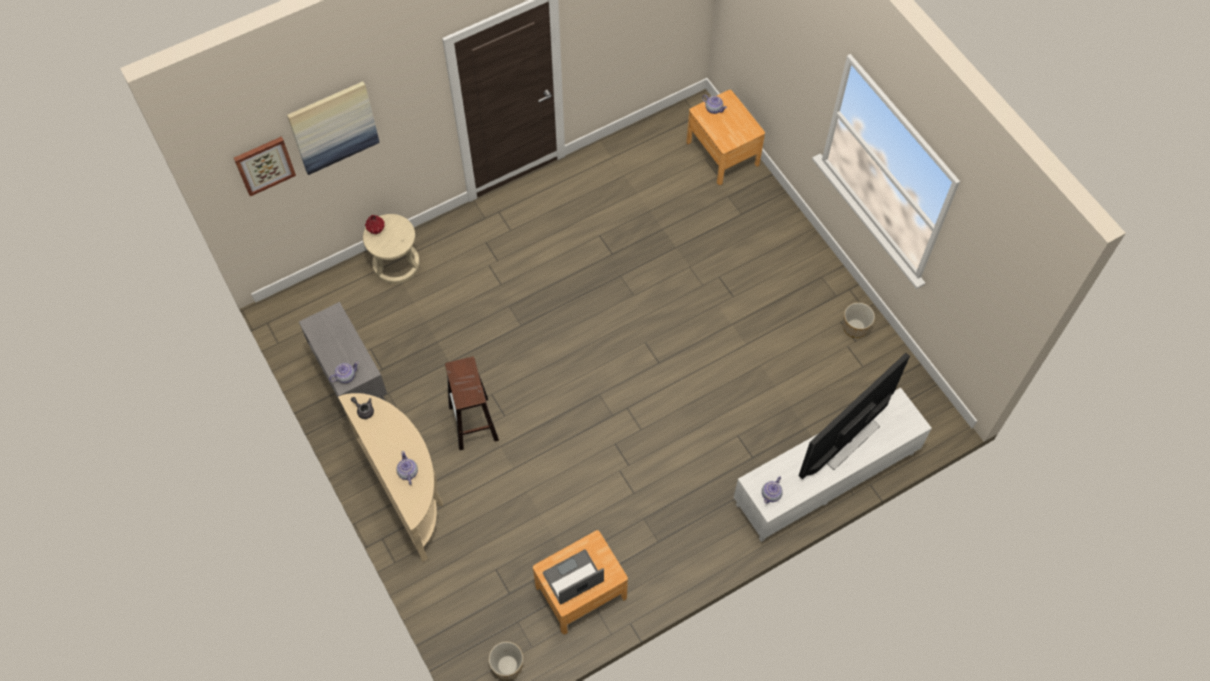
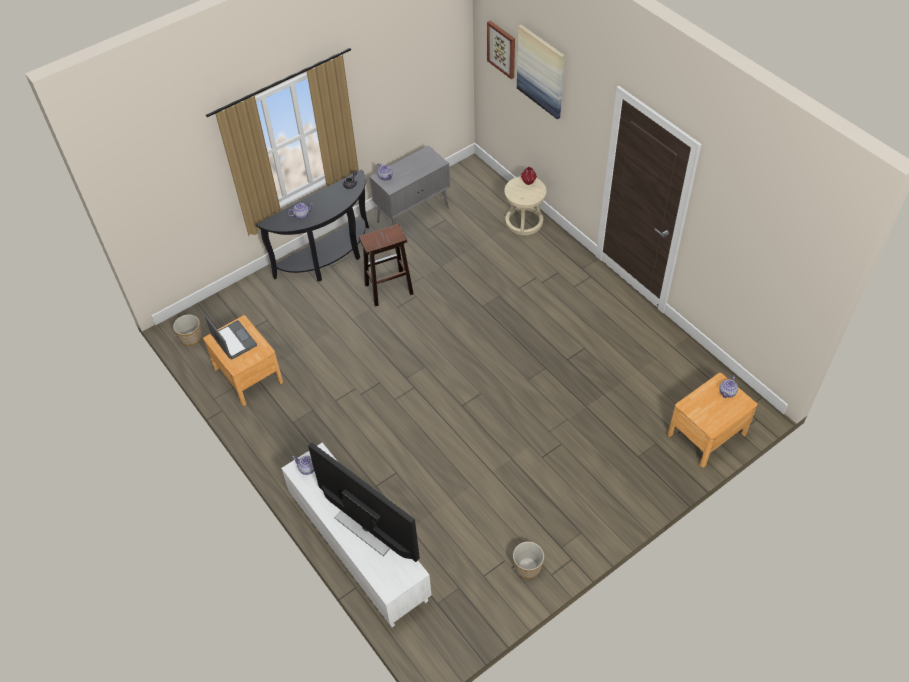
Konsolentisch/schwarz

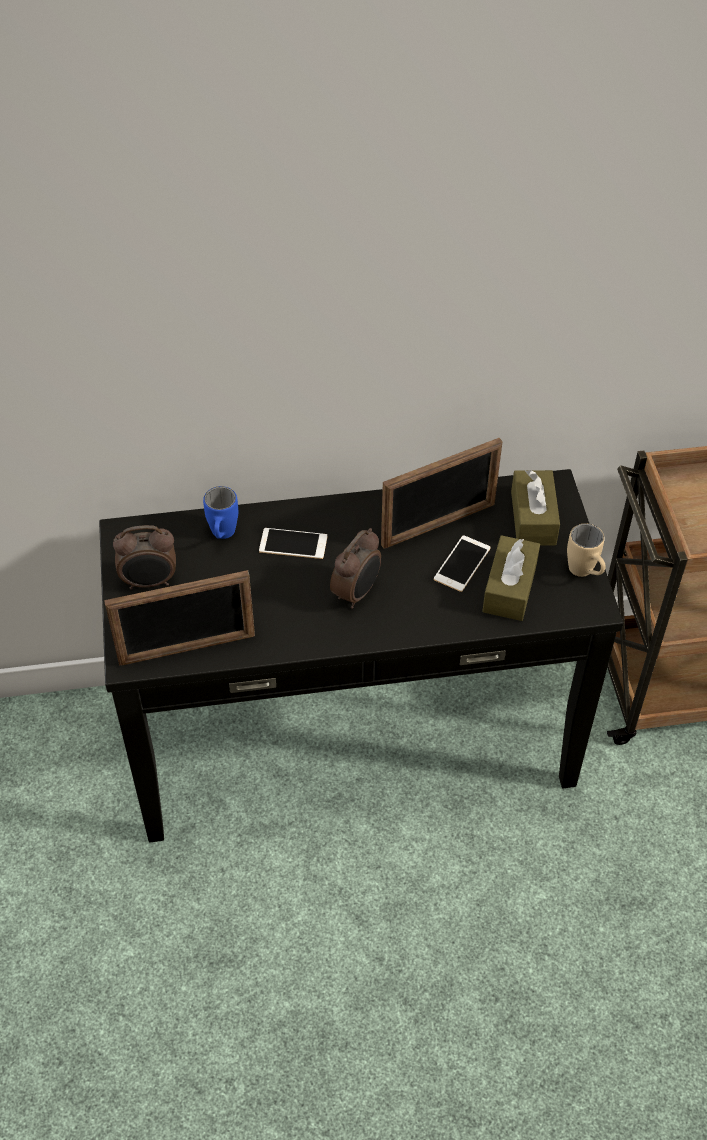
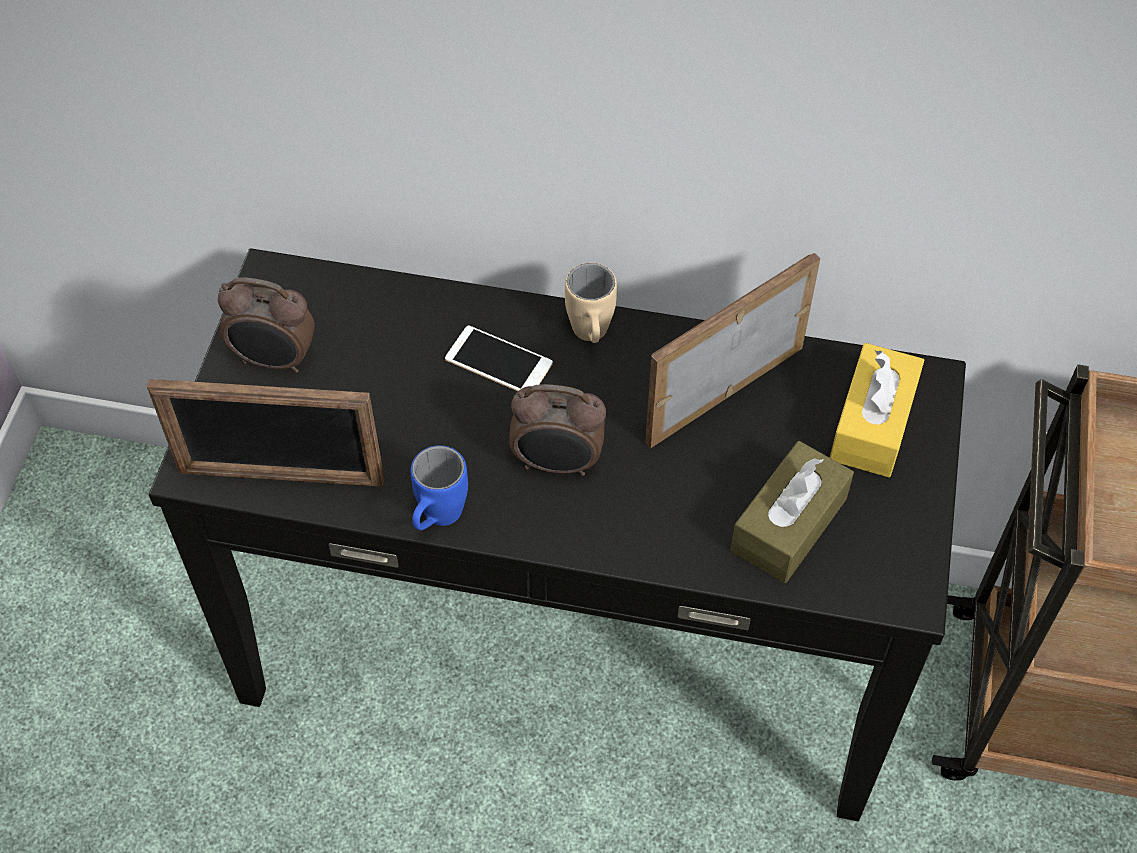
Henkelbecher/blau
Wecker (2nd from left)
Bilderrahmen (2nd from left)
Handy (2nd from left in the first image)
Taschentuchbox/gelb
Henkelbecher/beige

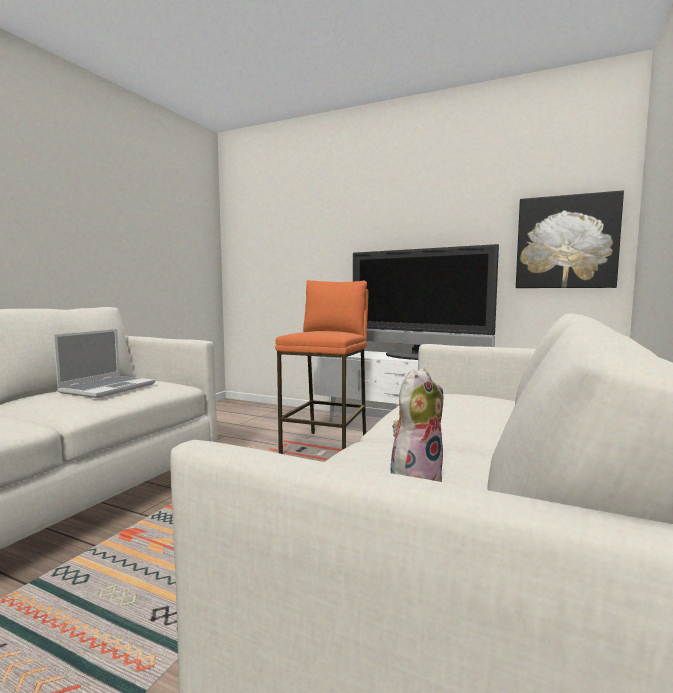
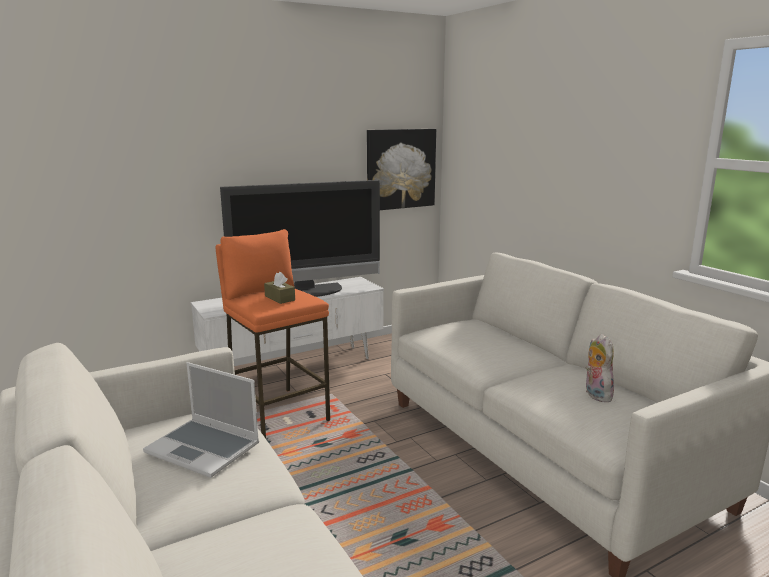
Laptop
Taschentuchbox/braun

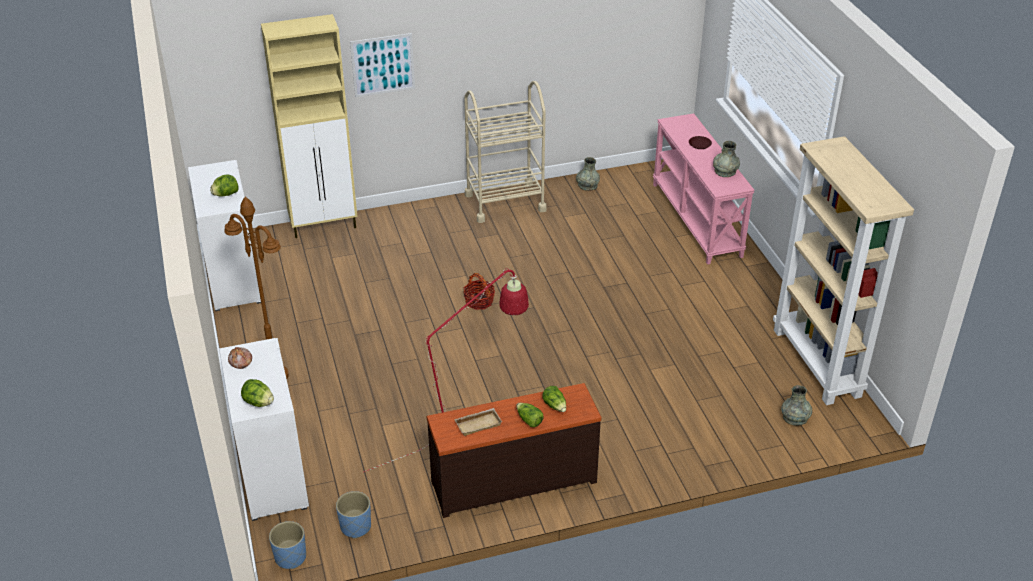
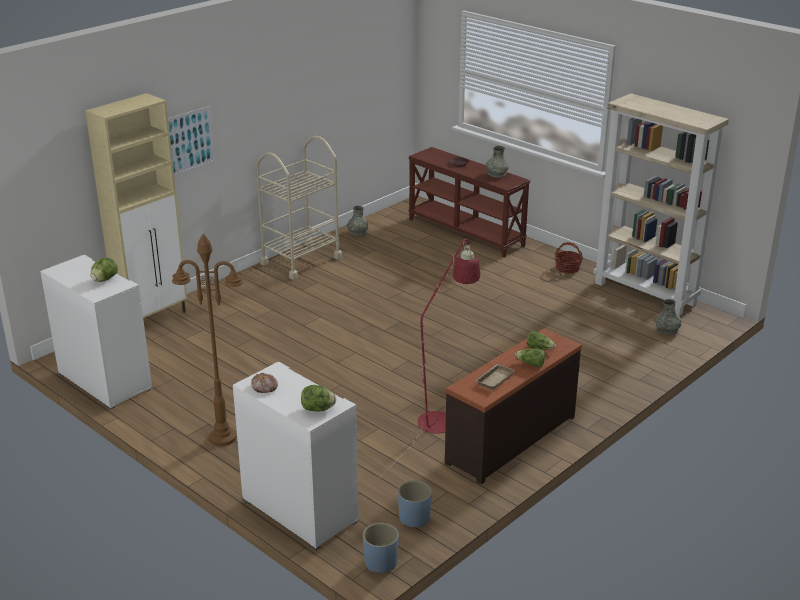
Korb
Konsolentisch/braun

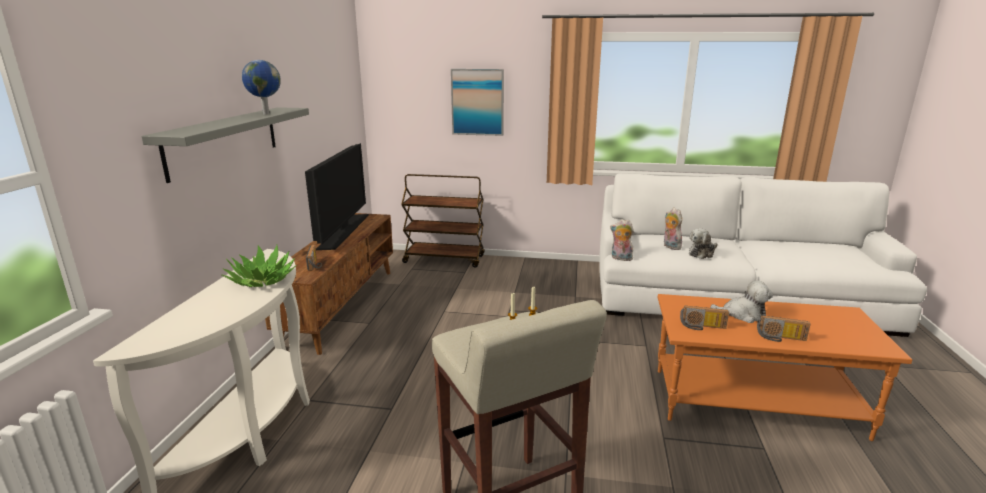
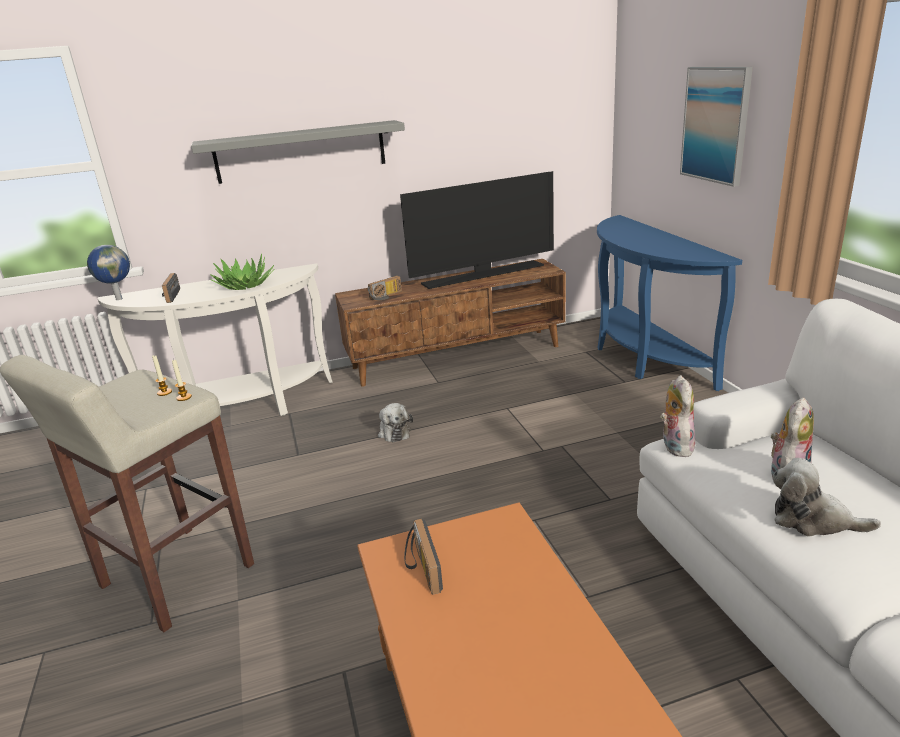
Globus
Konsolentisch/blau
Plüschtier (1st from left)
Radio (1st from left)

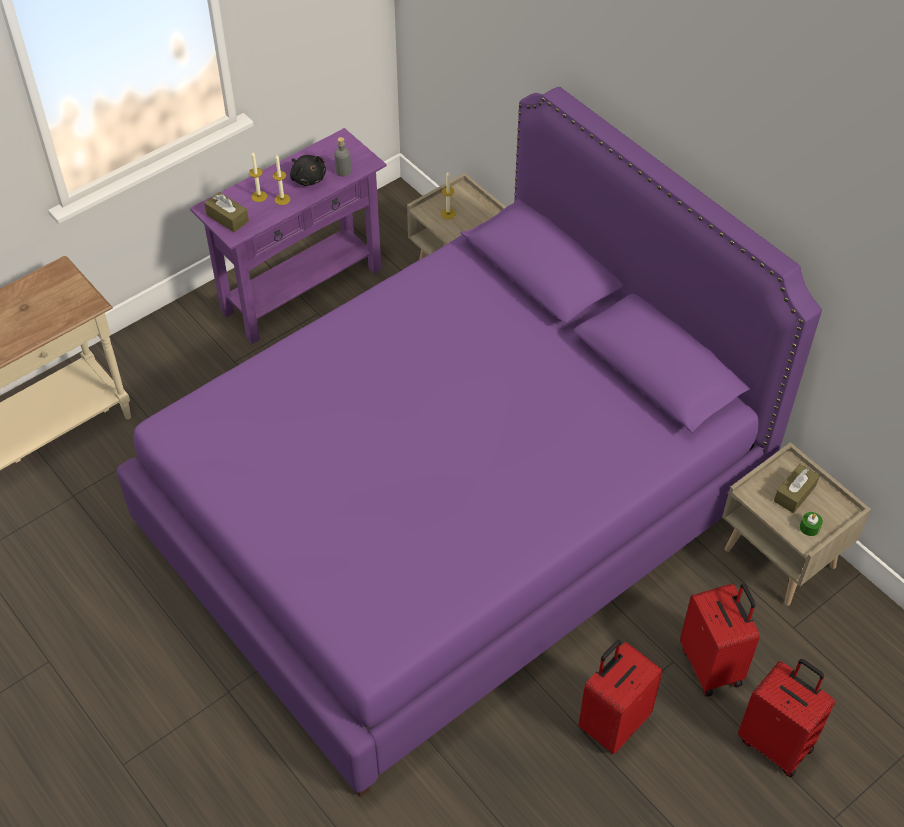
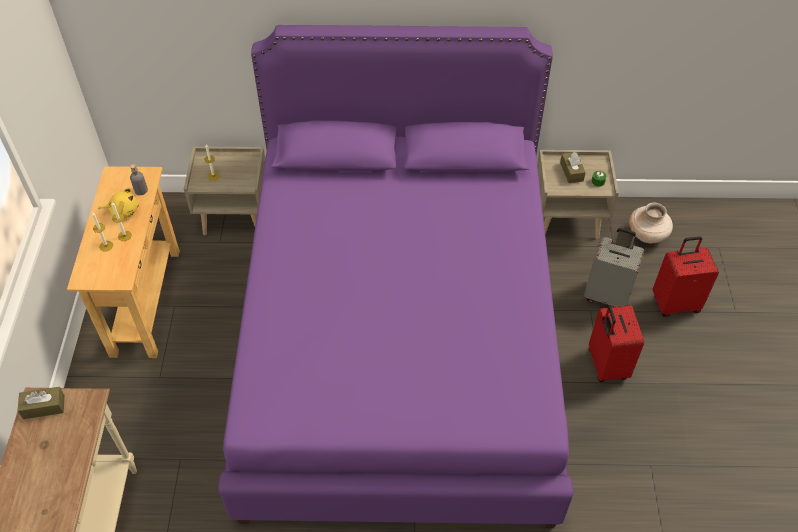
Konsolentisch/beige (2nd from left)
Taschentuchbox/braun (1st from left)
Plüschtier/gelb
Koffer/grau
Vase/beige

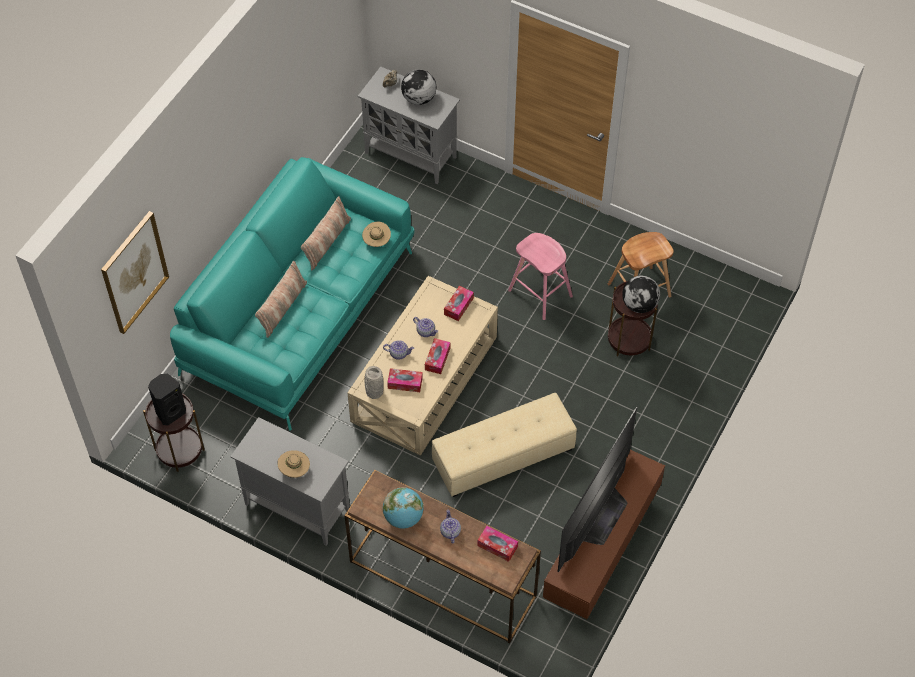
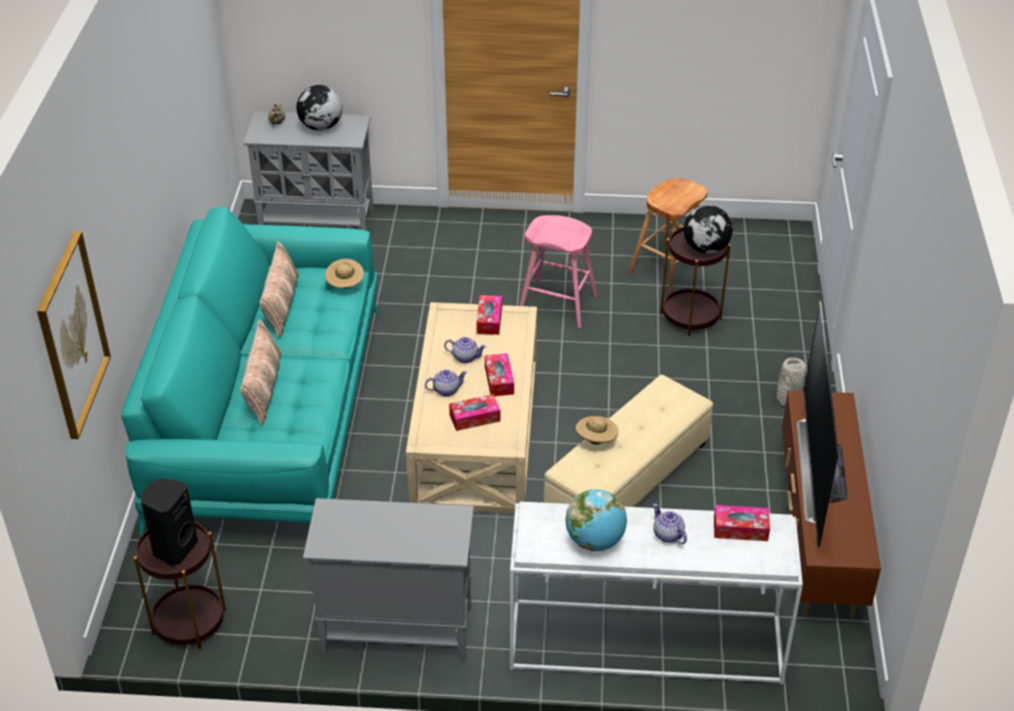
Hut/beige (2nd from left)
Konsolentisch/weiß
Vase/grau

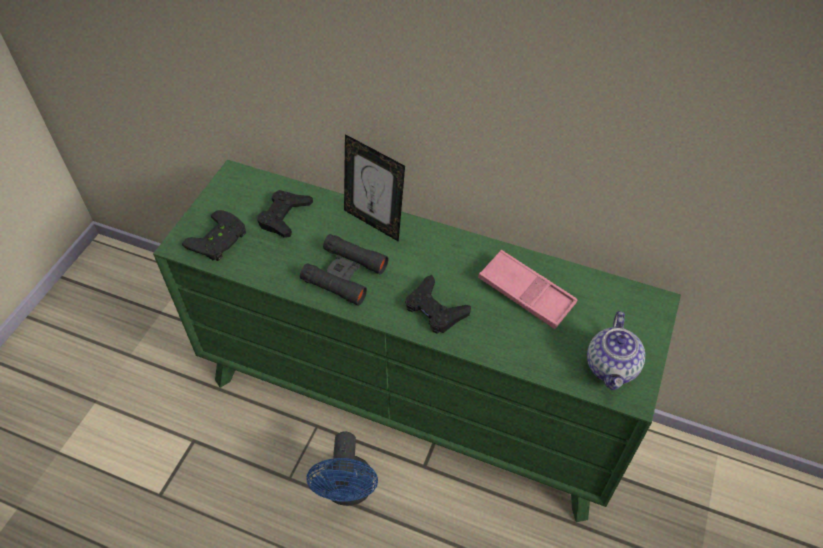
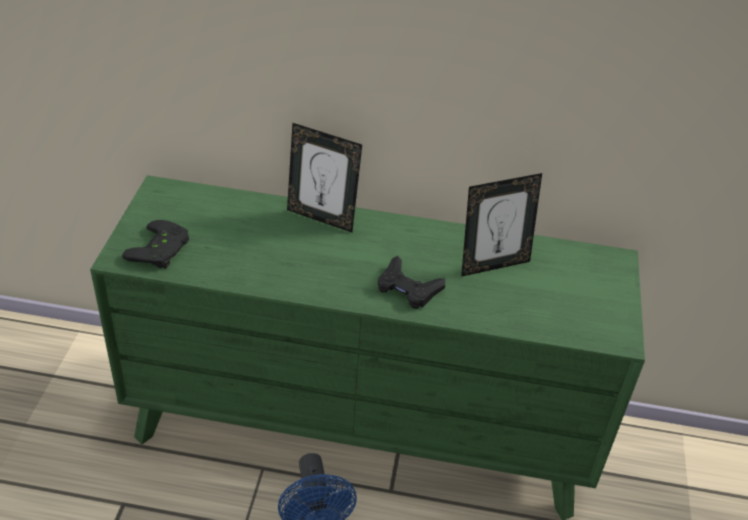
Gamepad/schwarz (2nd from left in the first image)
Fernglas/schwarz
Bilderrahmen (2nd from left)
Teekanne

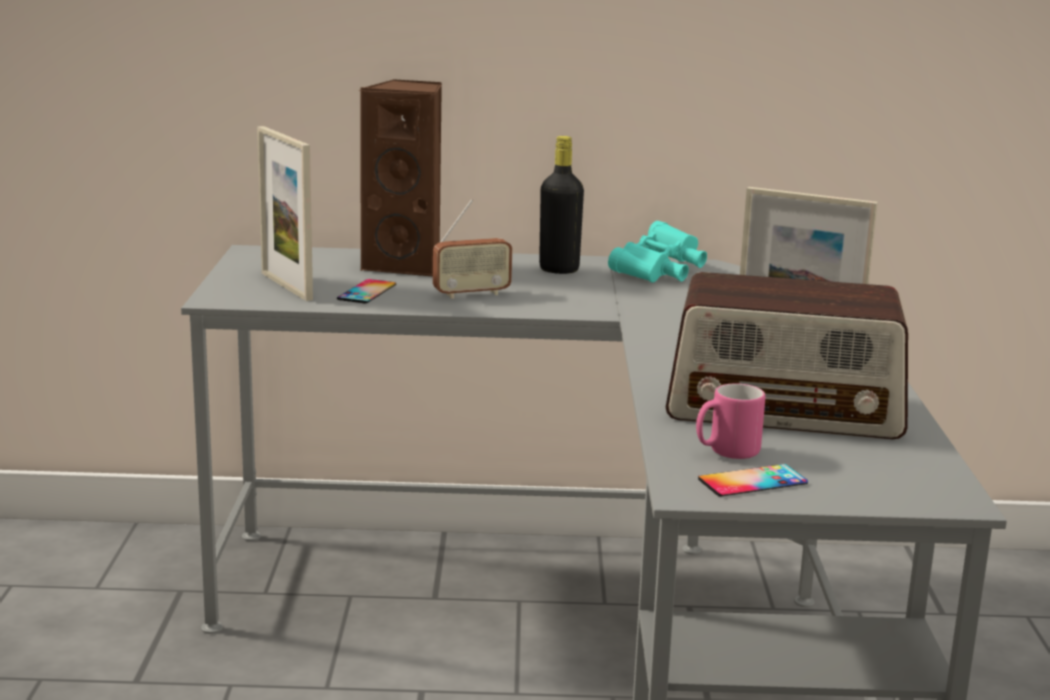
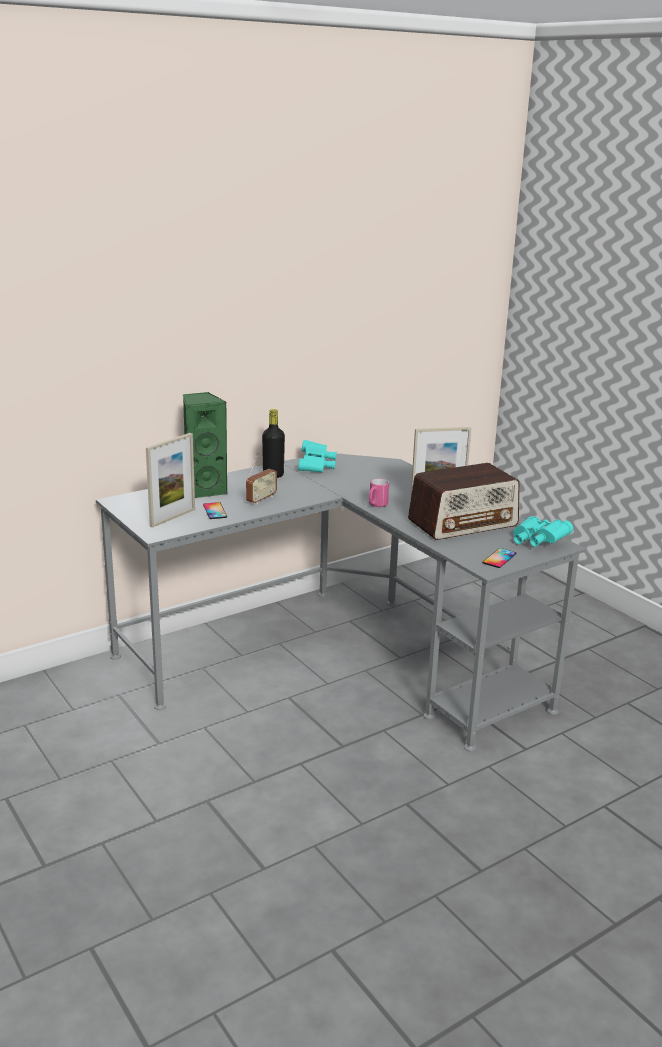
Bilderrahmen (1st from left)
Lautsprecher/grün
Henkelbecher/rosa
Fernglas/türkis (2nd from left)

